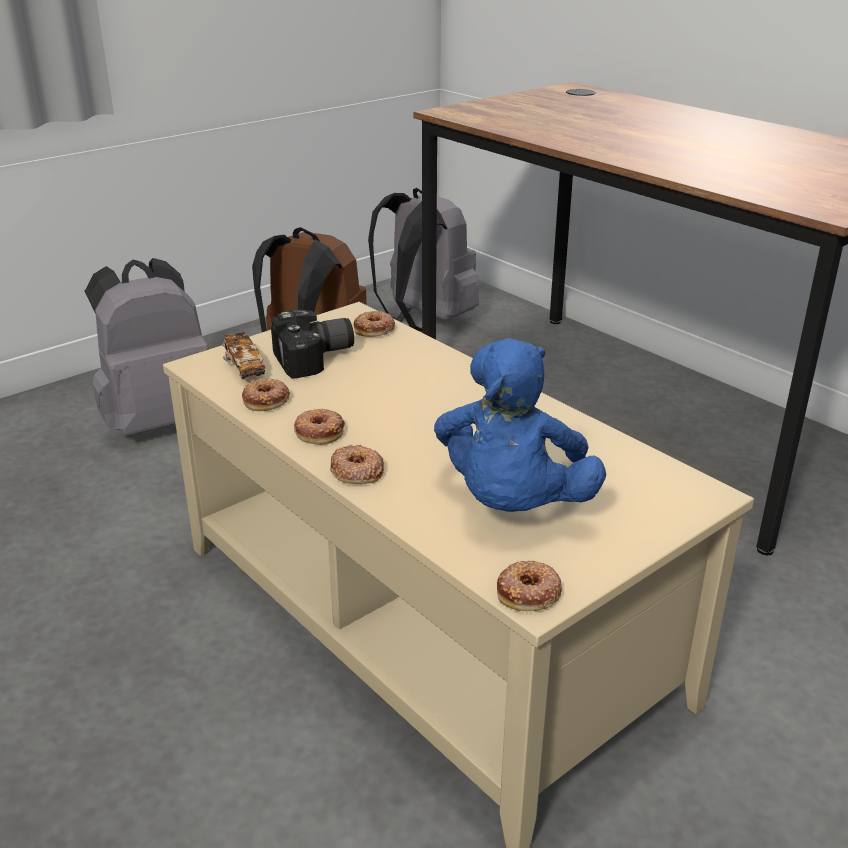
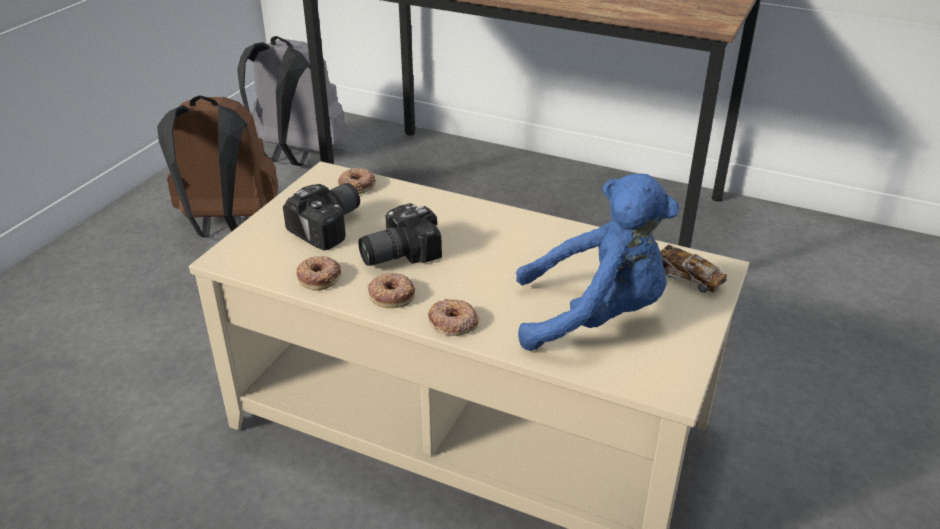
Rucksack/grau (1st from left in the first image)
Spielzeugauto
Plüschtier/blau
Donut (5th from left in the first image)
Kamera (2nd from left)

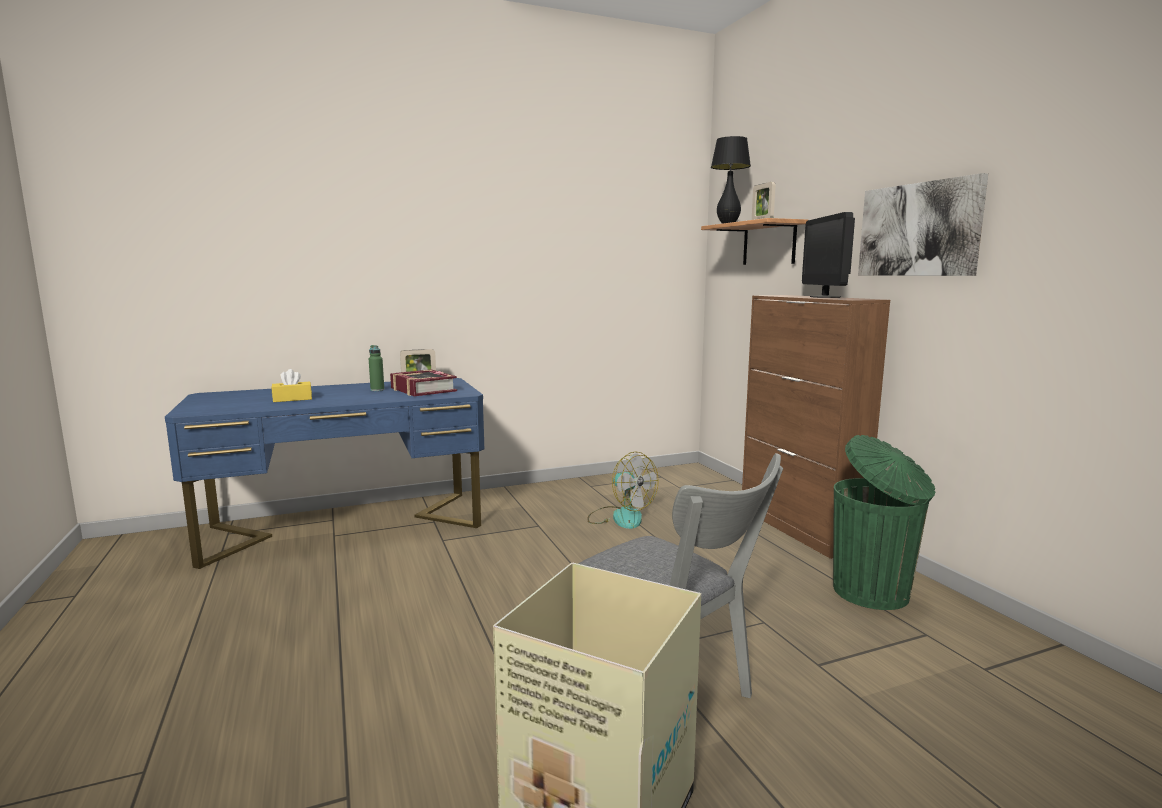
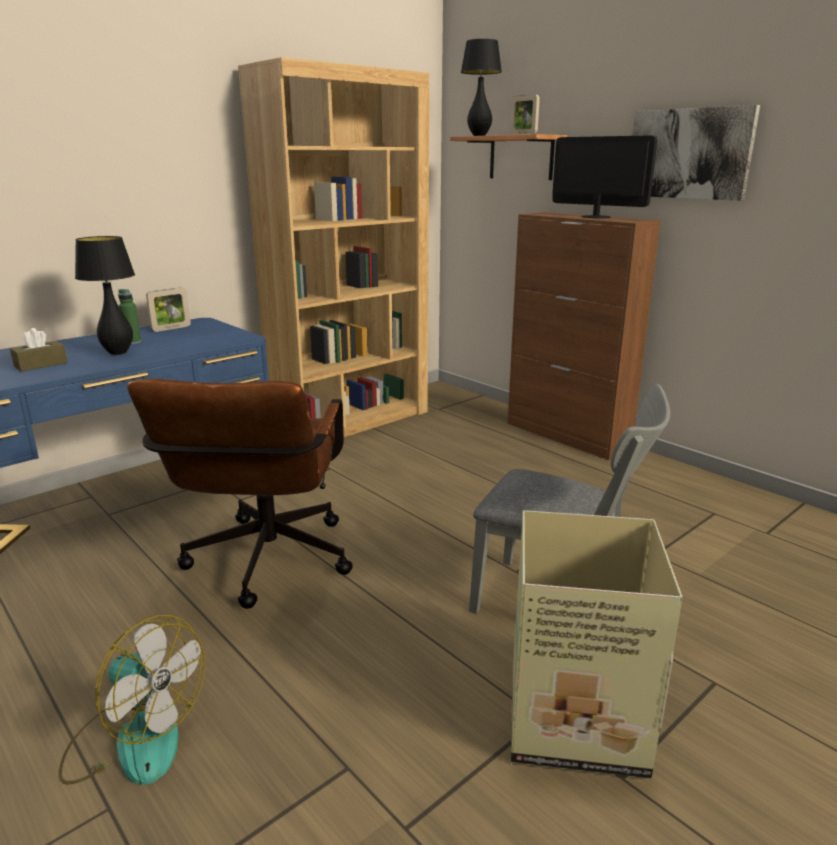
Taschentuchbox/braun
Buch
Ventilator
Monitor
Mülleimer/grün
Tischlampe/schwarz (1st from left)
Bürostuhl/braun
Bücherregal/braun

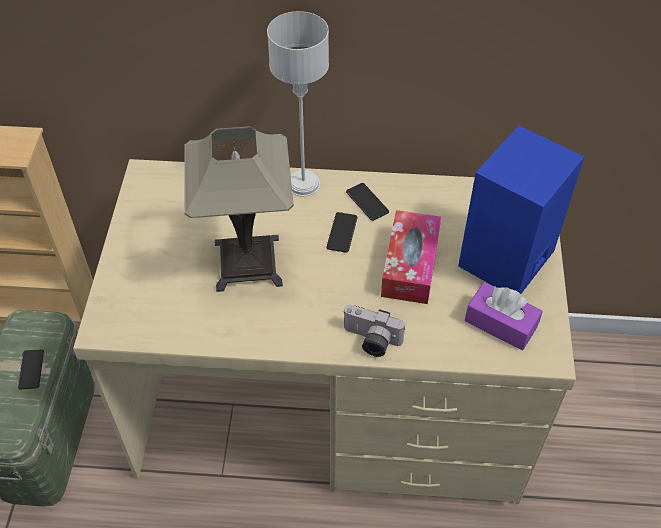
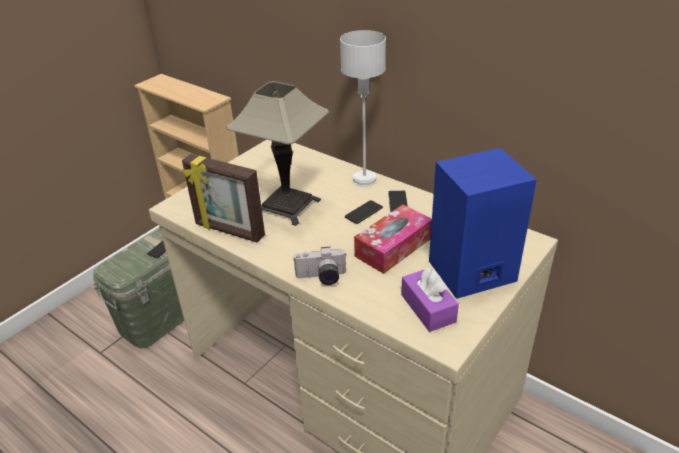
Kamera
Bilderrahmen

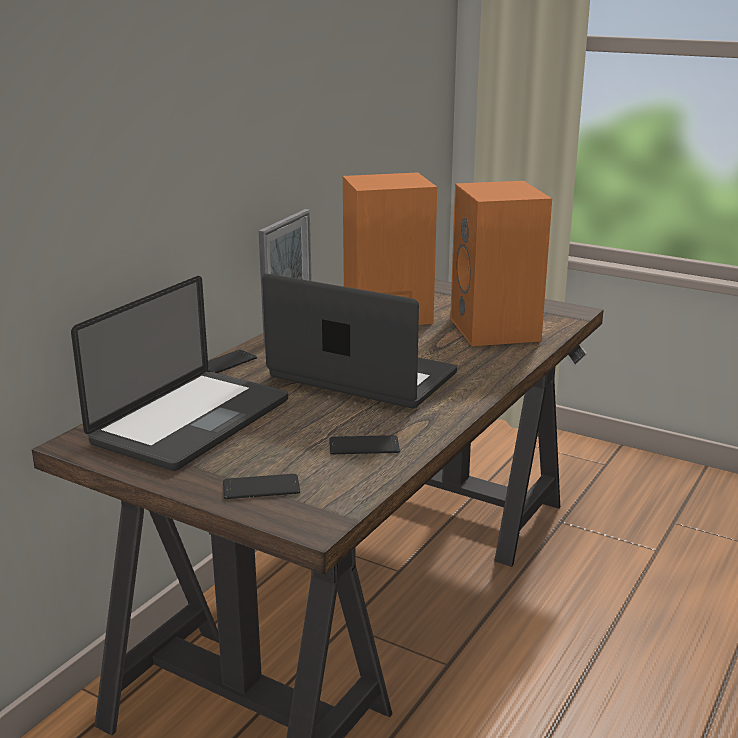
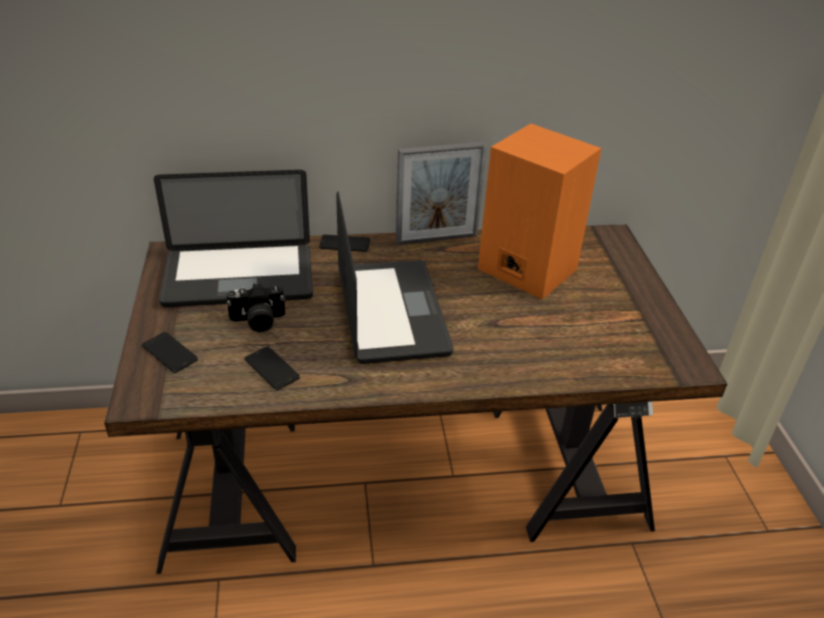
Lautsprecher/orange (2nd from left in the first image)
Kamera

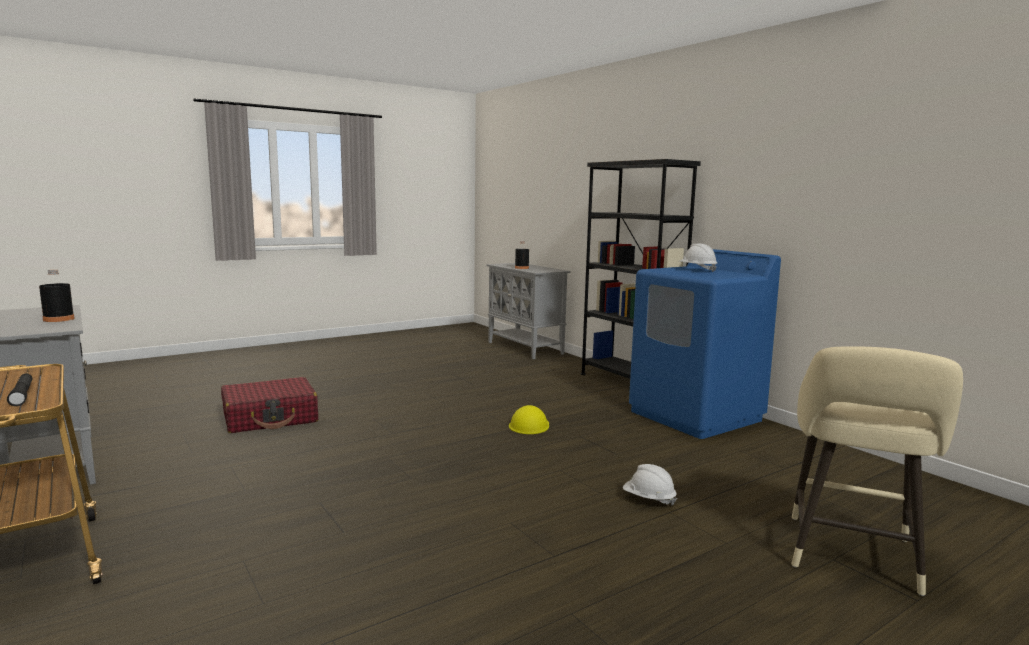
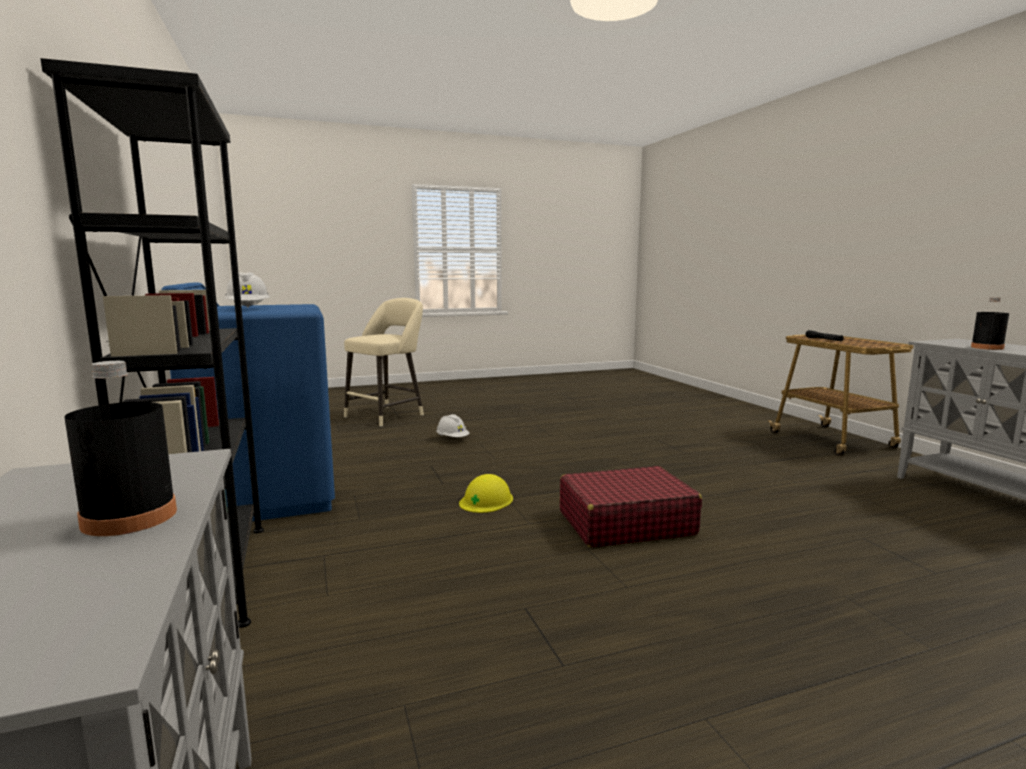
Koffer/rot

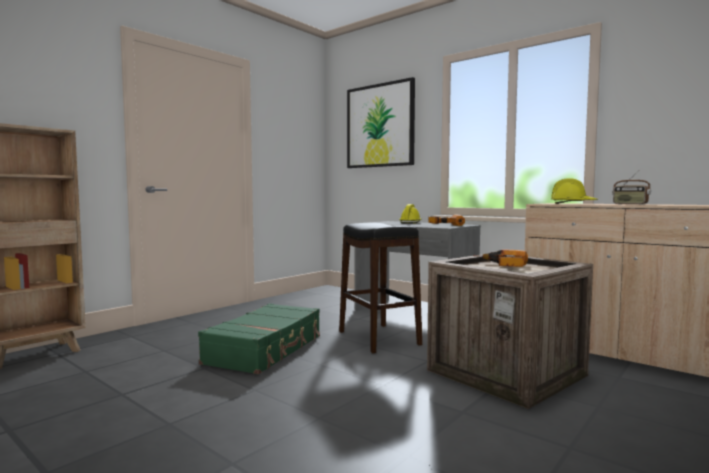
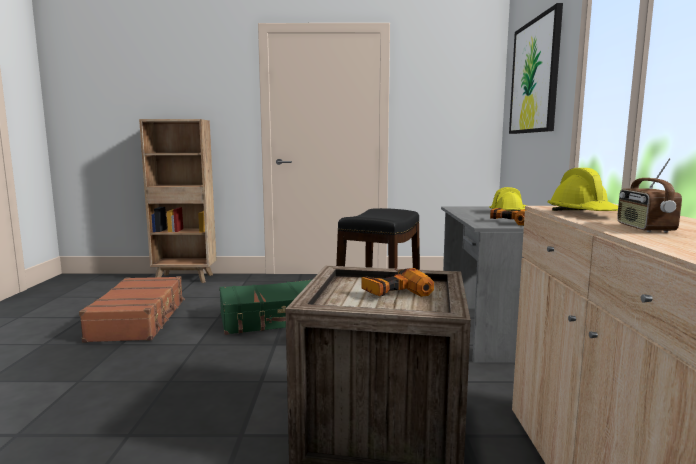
Koffer/braun

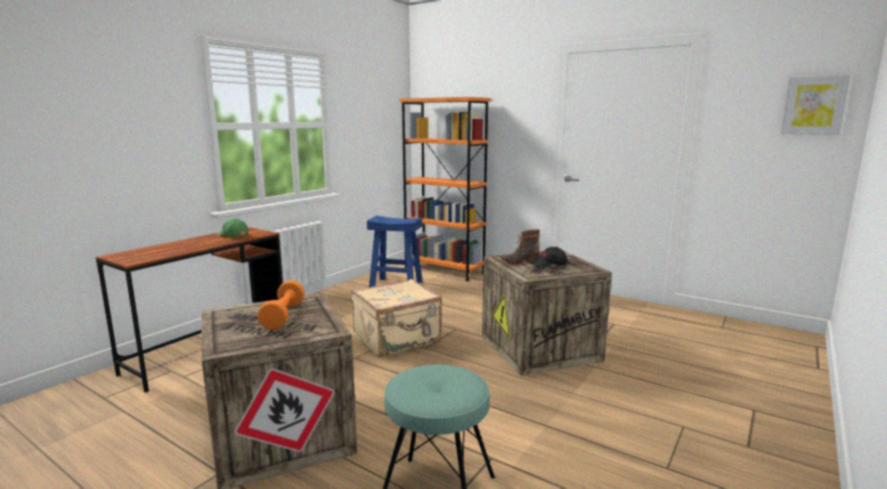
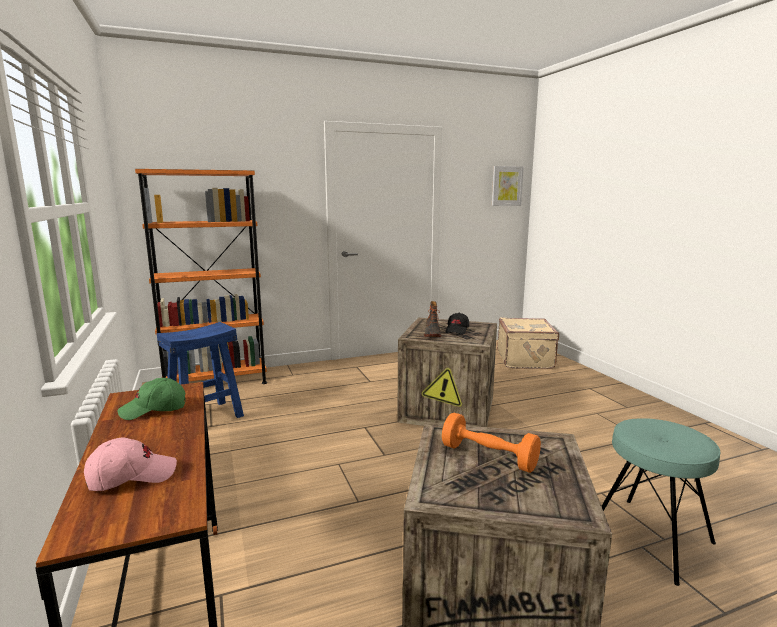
Koffer/beige
Kappe/rosa

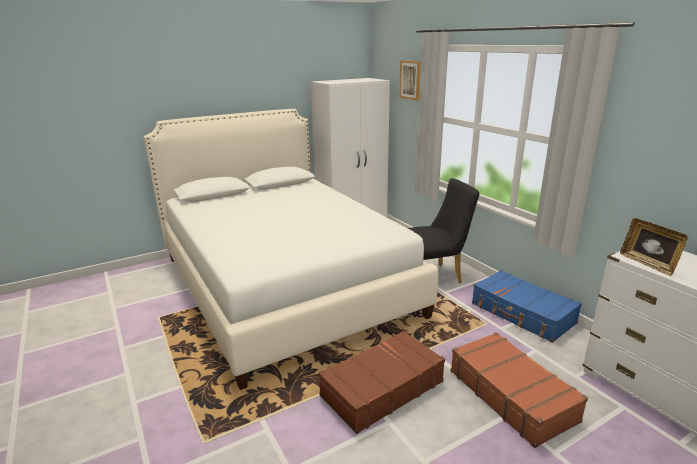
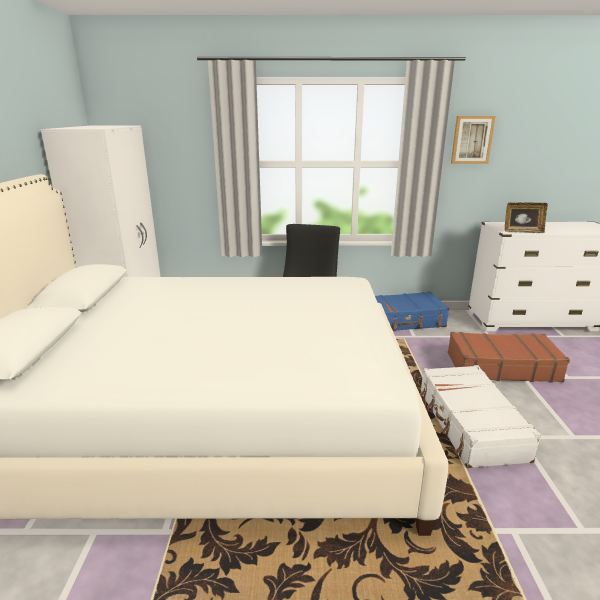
Koffer/weiß
Bild

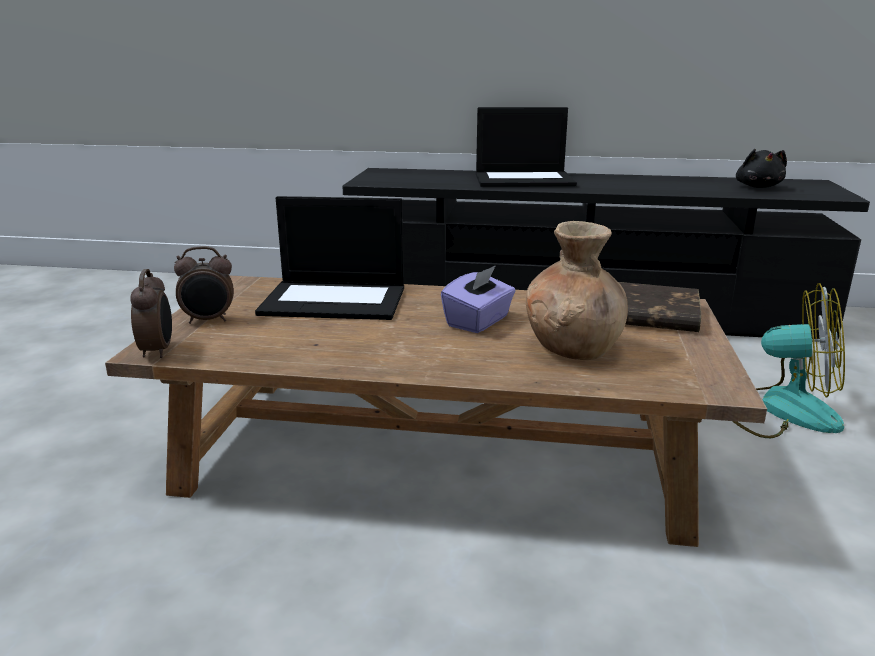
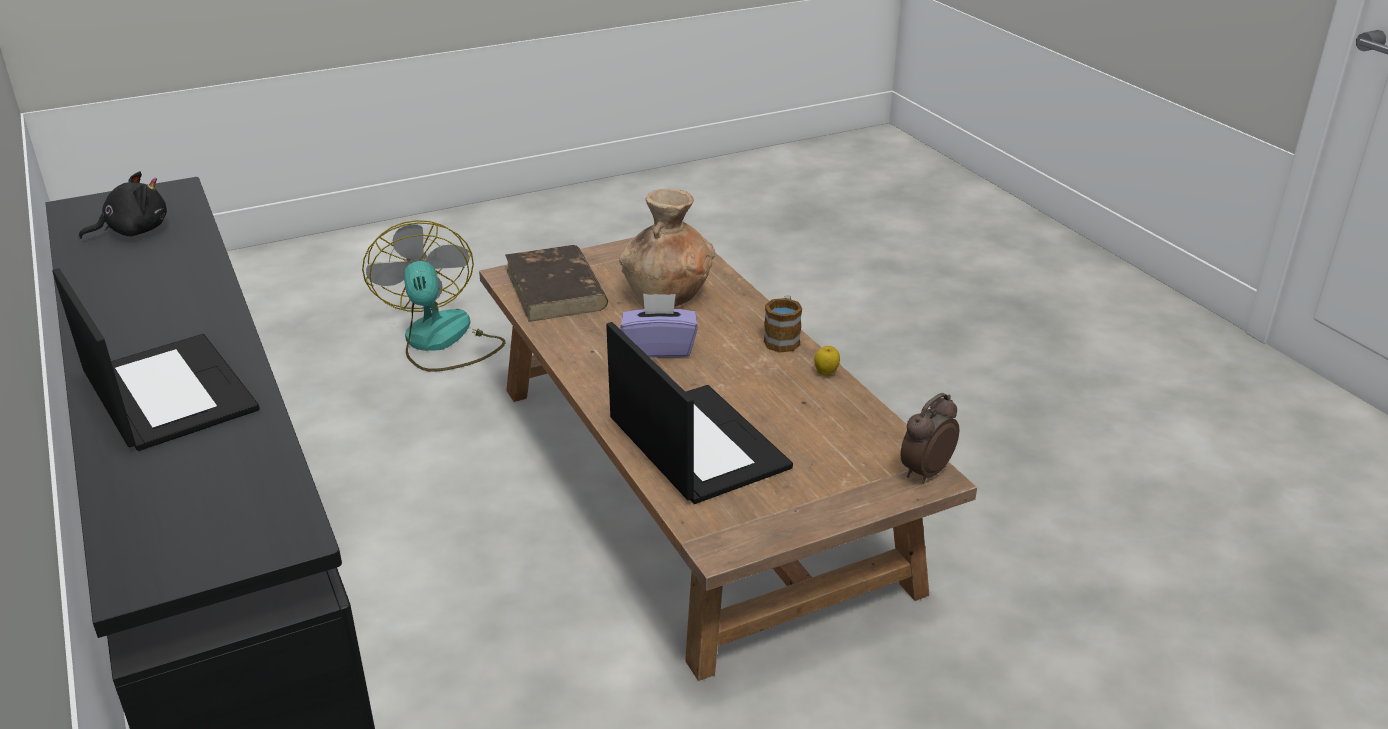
Wecker (2nd from left in the first image)
Henkelbecher
Apfel

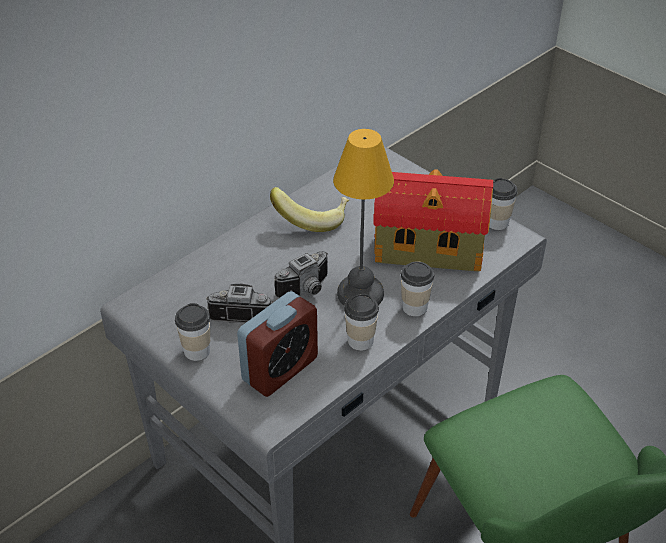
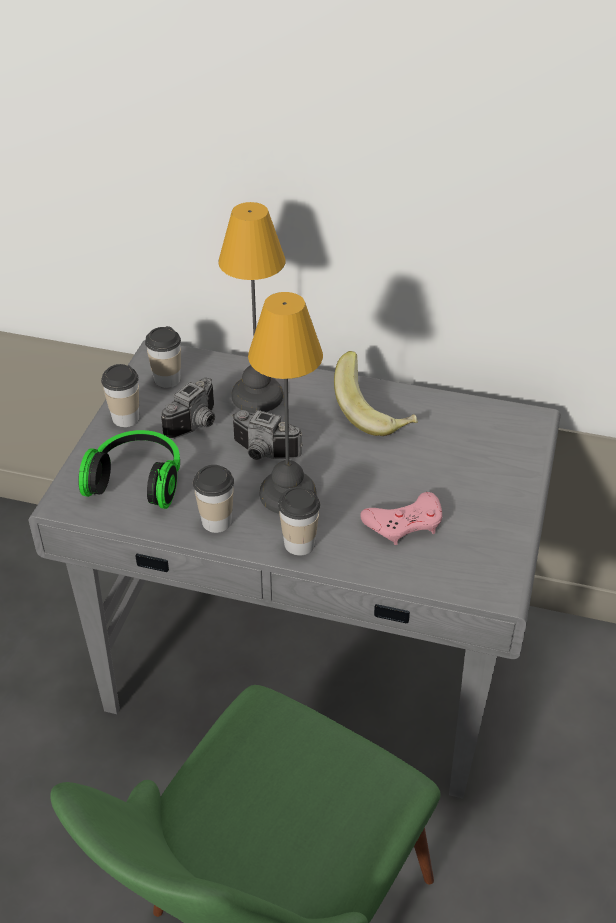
Kamera (1st from left)
Kopfhörer
Gamepad/rosa
Tasse (2nd from left)
Tischlampe (1st from left)

